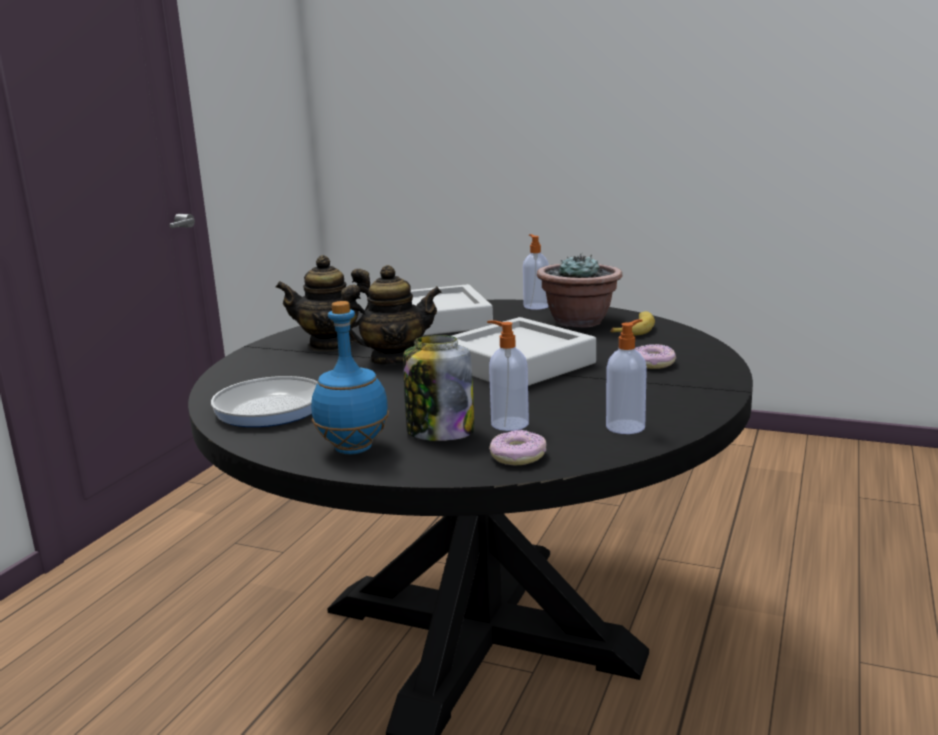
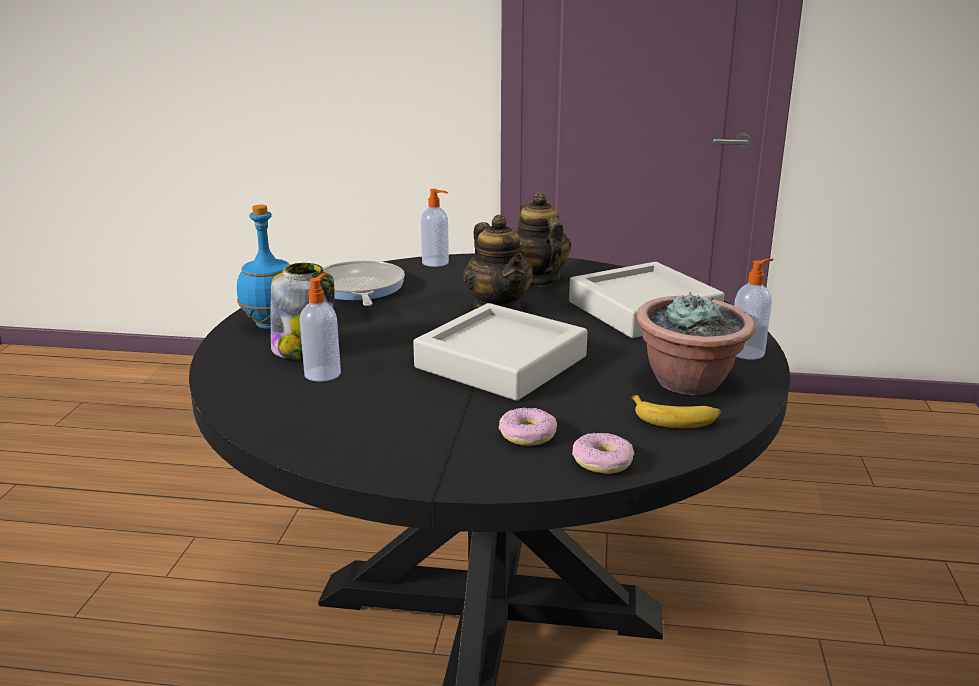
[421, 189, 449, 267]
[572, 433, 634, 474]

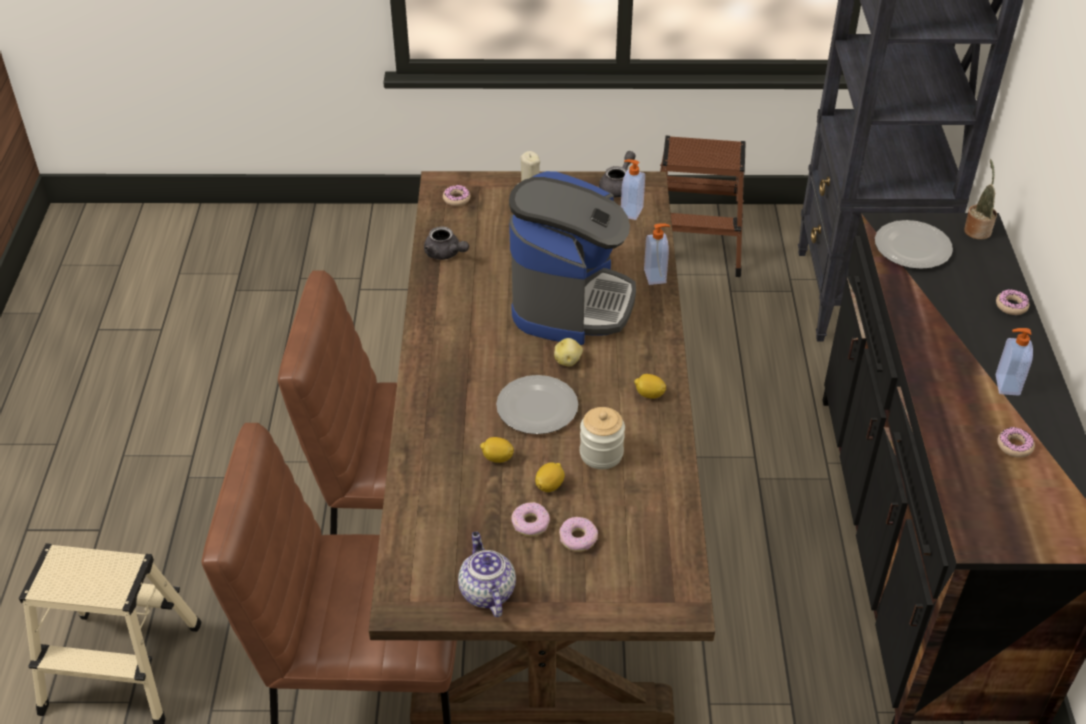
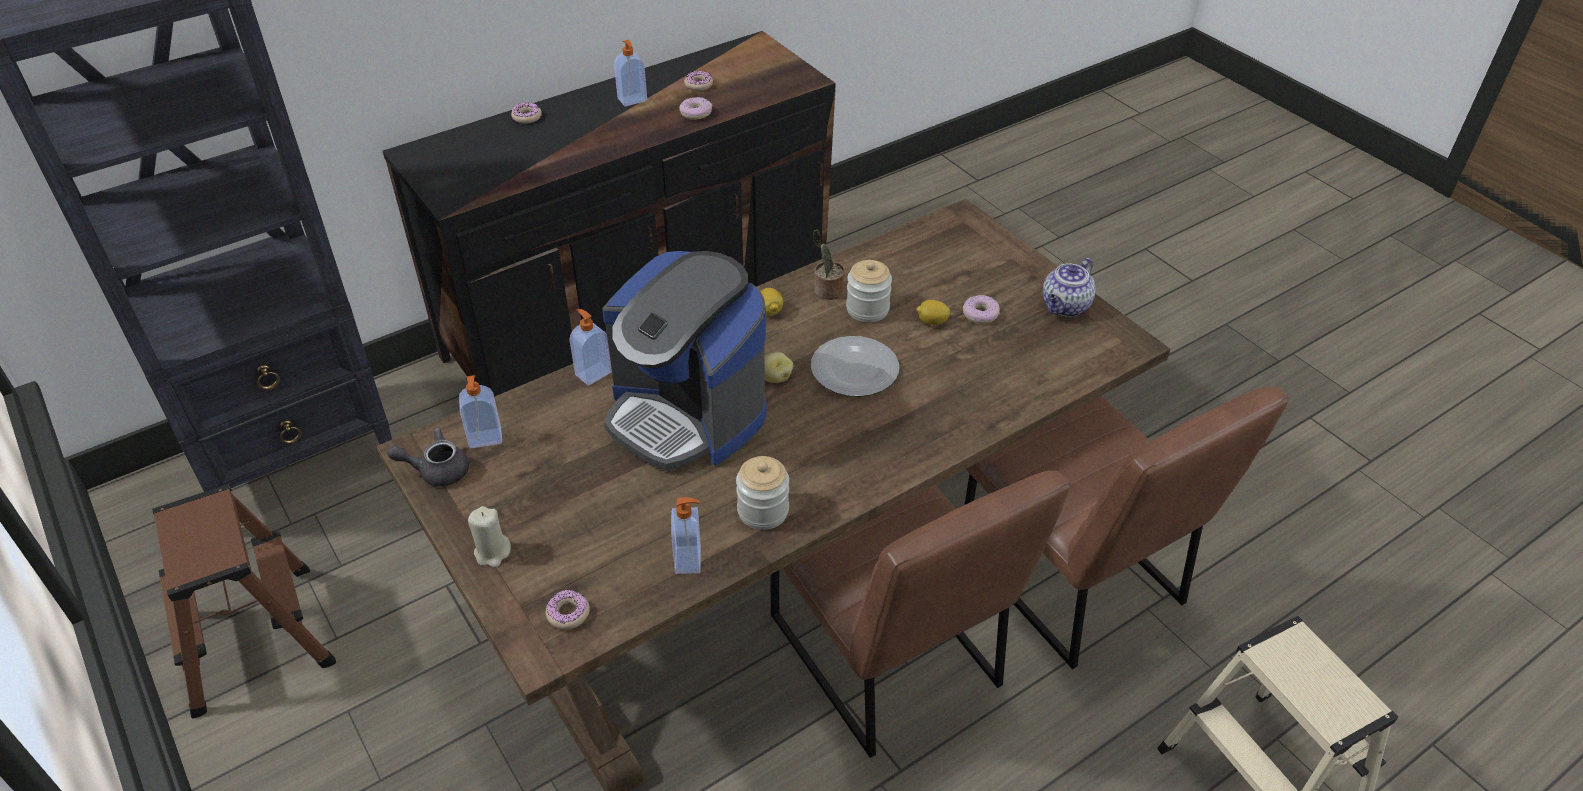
[602, 251, 766, 470]
[671, 497, 701, 574]
[679, 97, 712, 120]
[736, 456, 789, 530]
[813, 230, 845, 300]
[480, 437, 514, 463] (first image)
[875, 220, 953, 269] (first image)

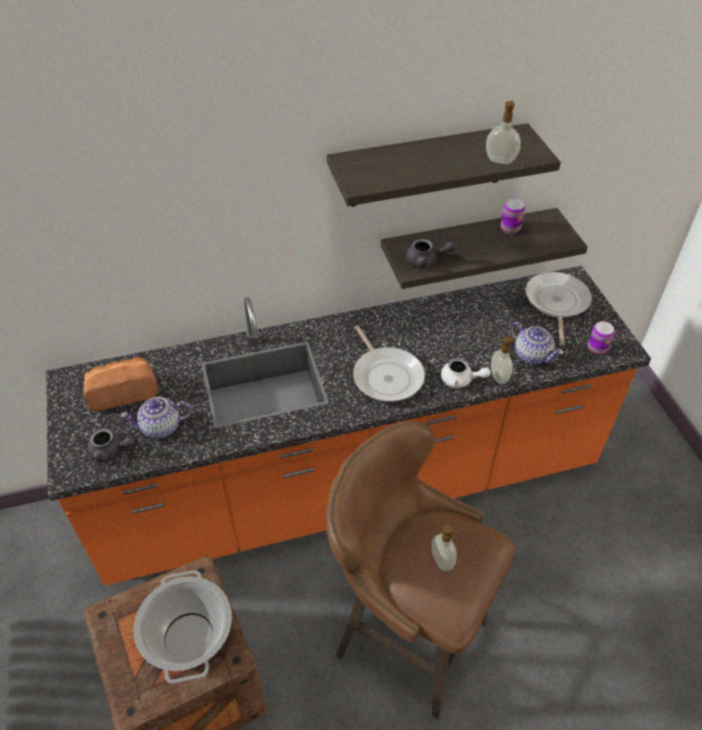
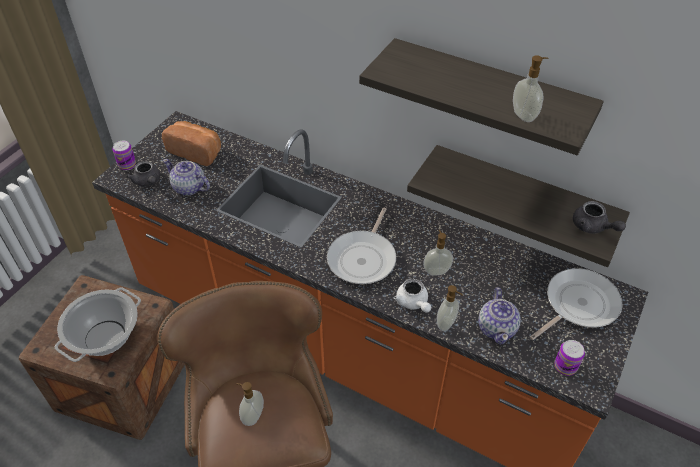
[113, 141, 136, 170]
[423, 230, 453, 276]
[573, 201, 626, 234]

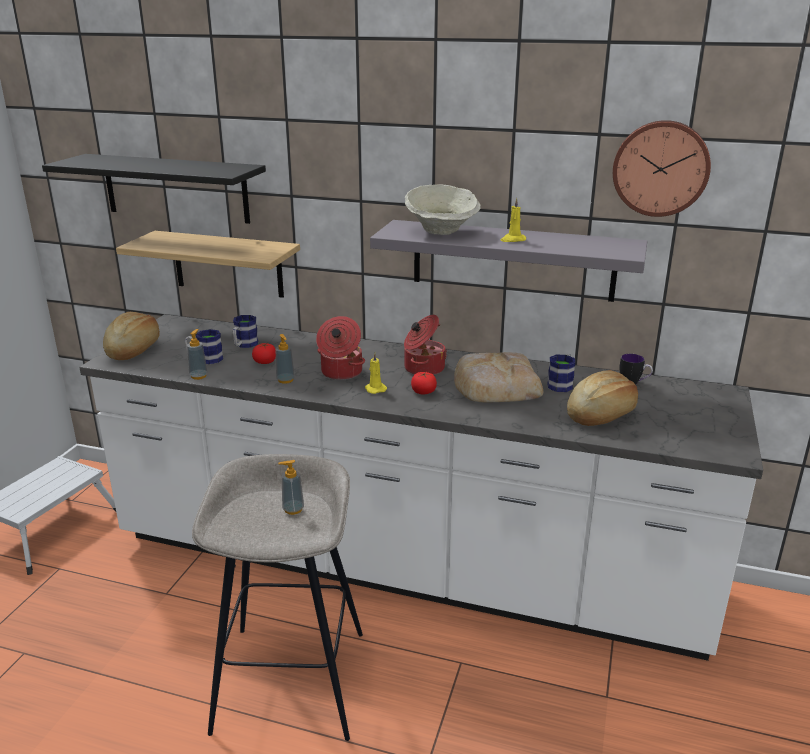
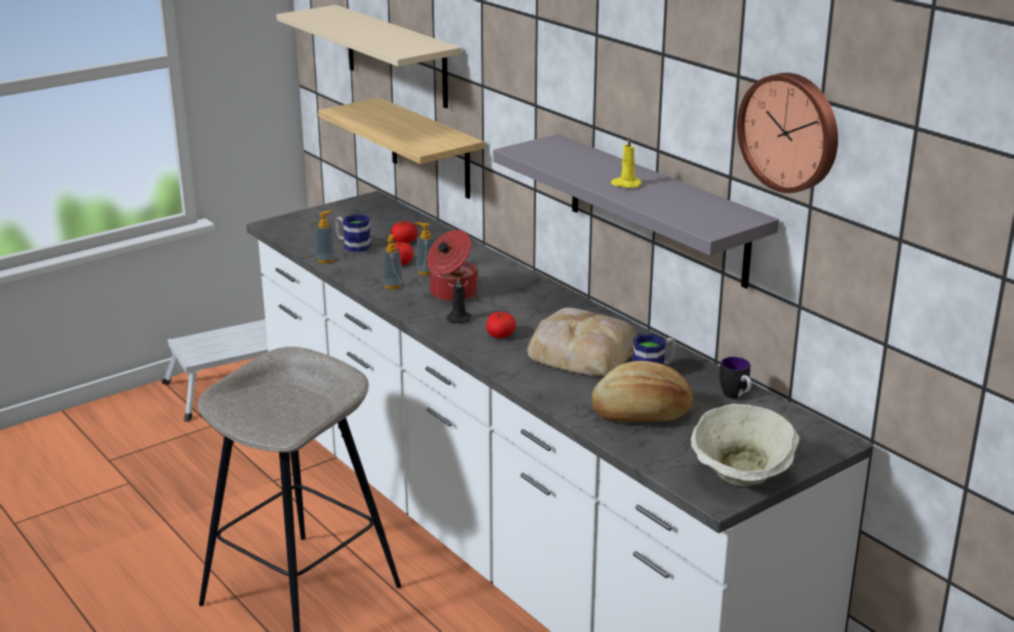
[276, 5, 462, 109]
[391, 221, 418, 243]
[416, 222, 434, 275]
[446, 276, 471, 324]
[691, 404, 799, 486]
[103, 312, 160, 360] (first image)
[404, 315, 447, 375] (first image)

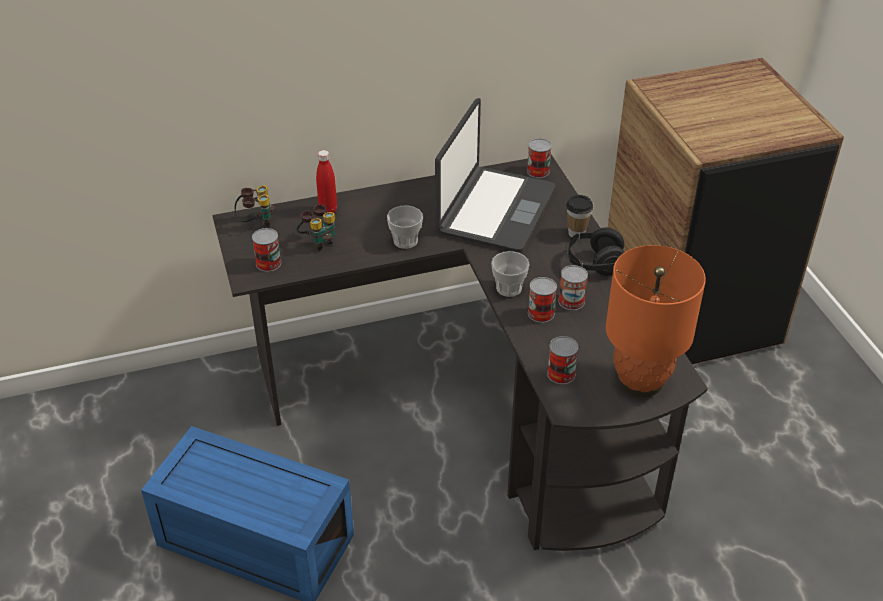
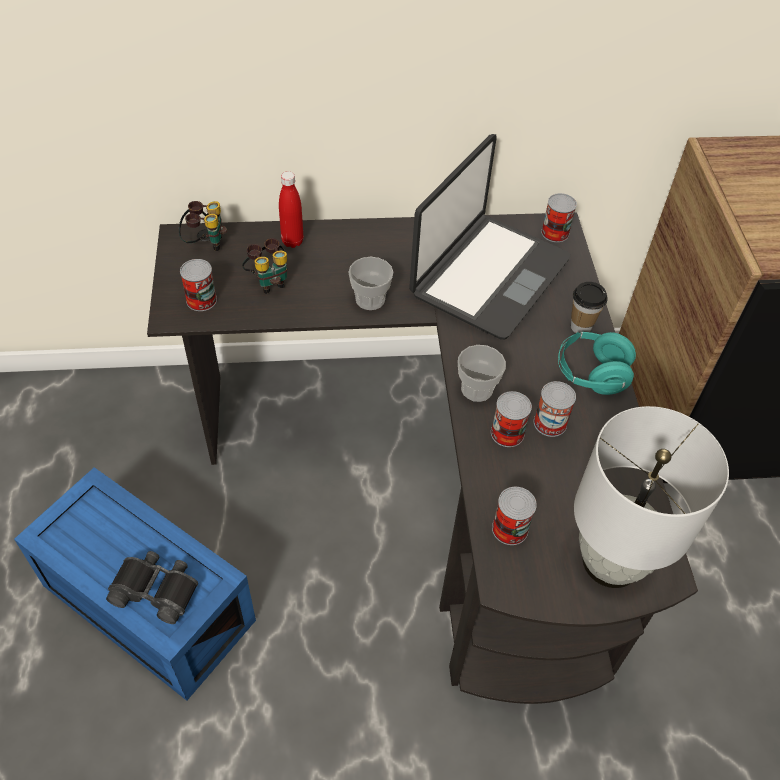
[106, 551, 198, 624]
[558, 332, 636, 395]
[574, 406, 729, 588]

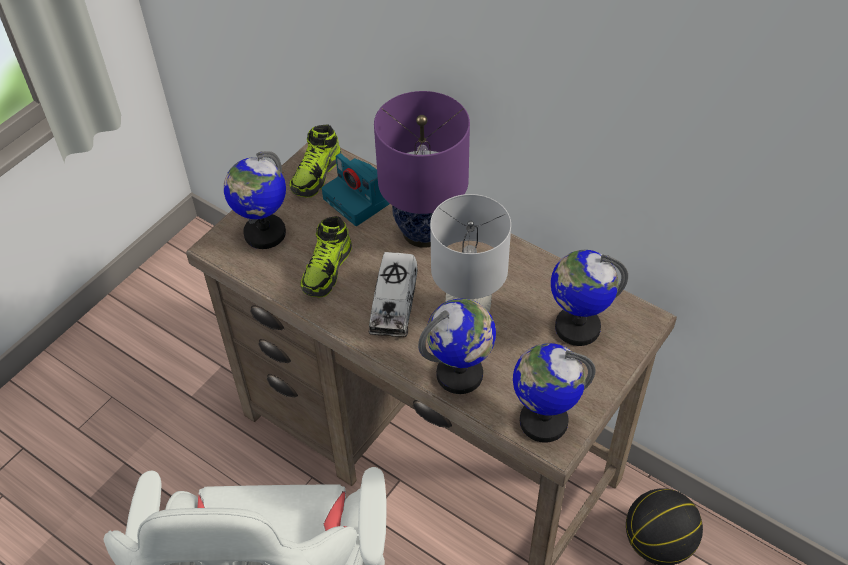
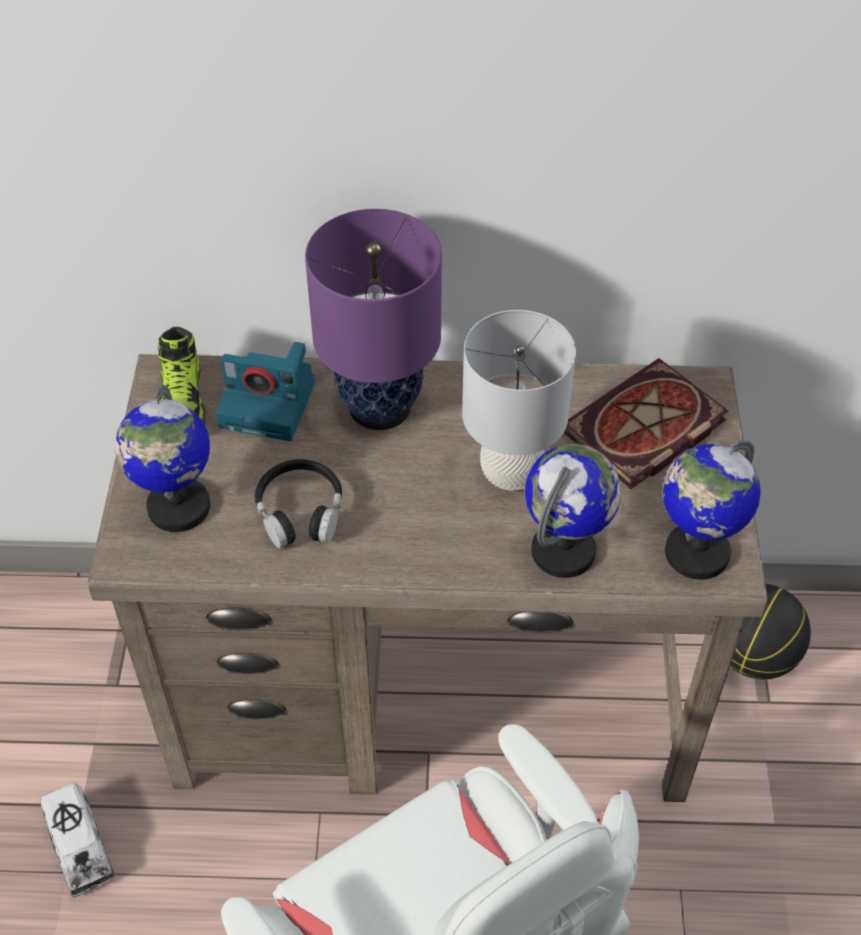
[41, 783, 114, 897]
[255, 459, 342, 548]
[564, 358, 729, 489]

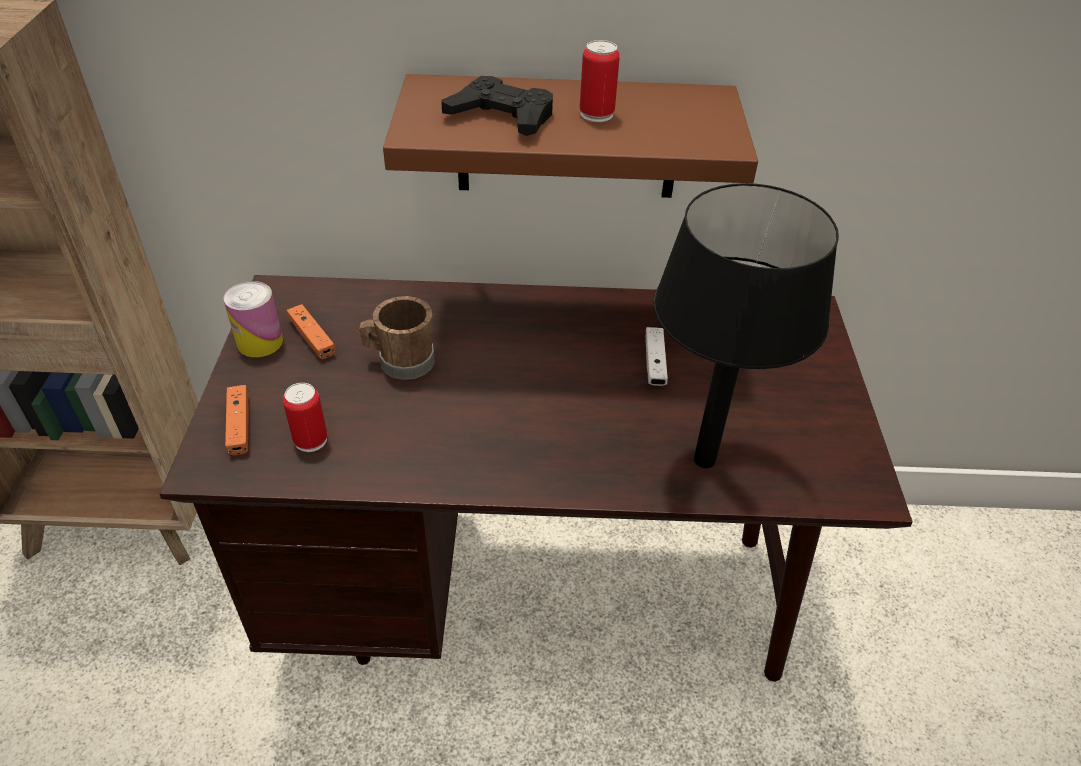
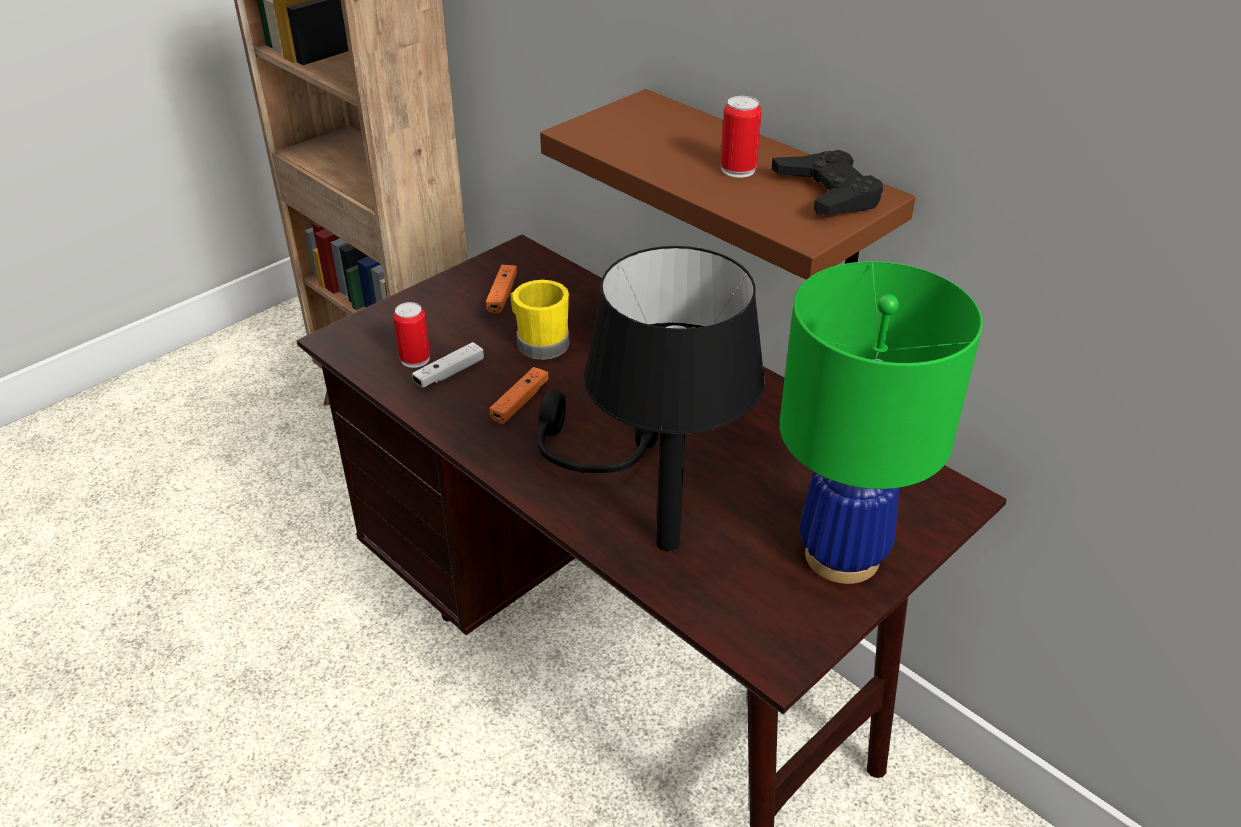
[412, 342, 484, 388]
[489, 367, 549, 424]
[510, 280, 570, 360]
[537, 391, 659, 473]
[771, 150, 883, 215]
[779, 261, 983, 584]
[224, 281, 283, 357] (first image)

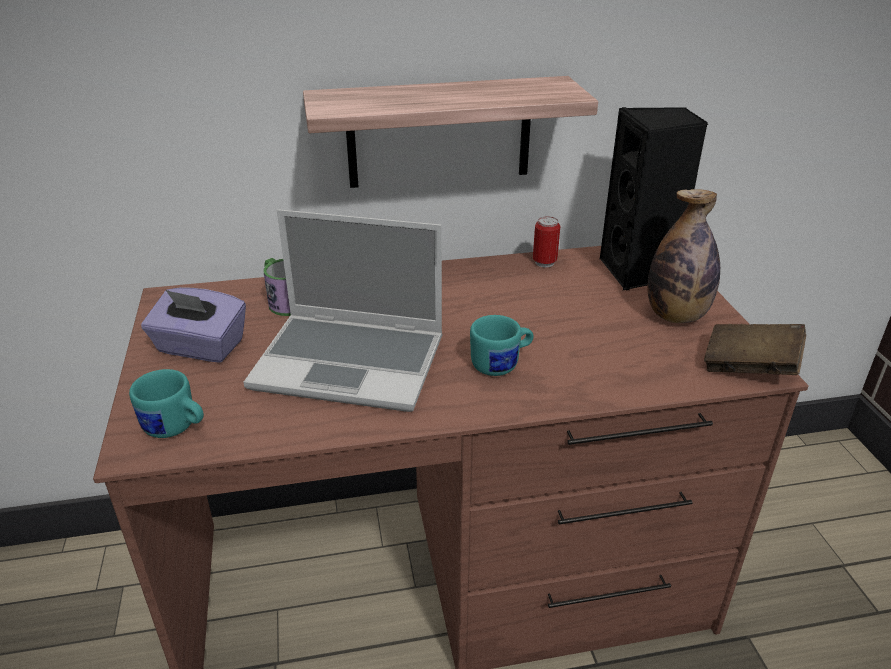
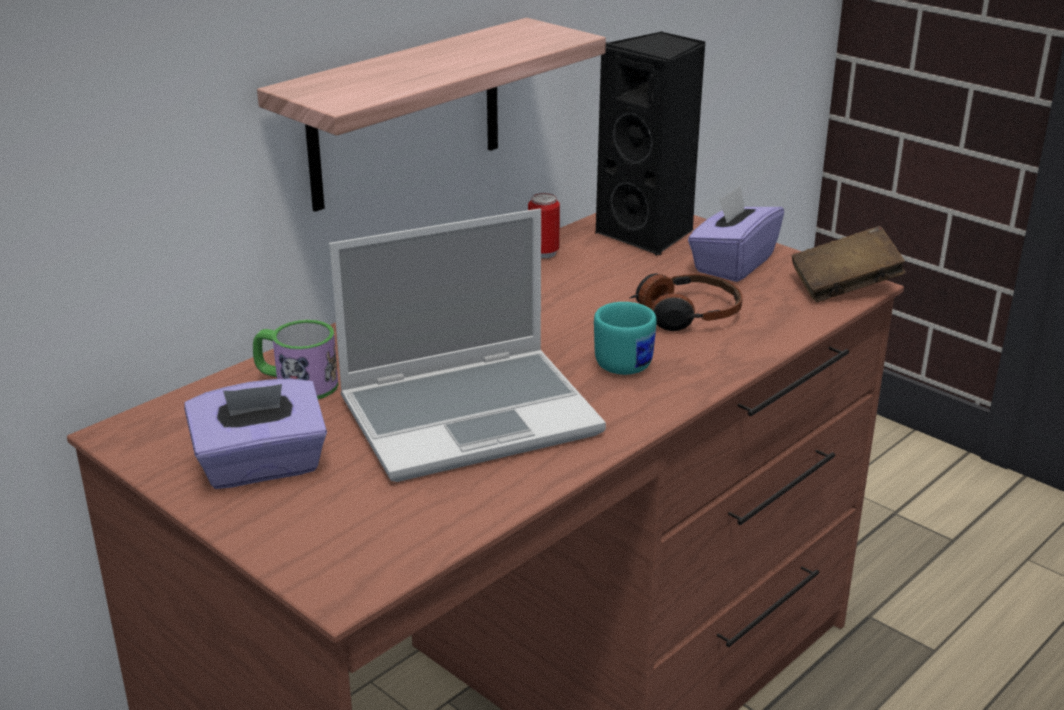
[629, 273, 743, 331]
[688, 185, 784, 282]
[129, 369, 204, 438] (first image)

